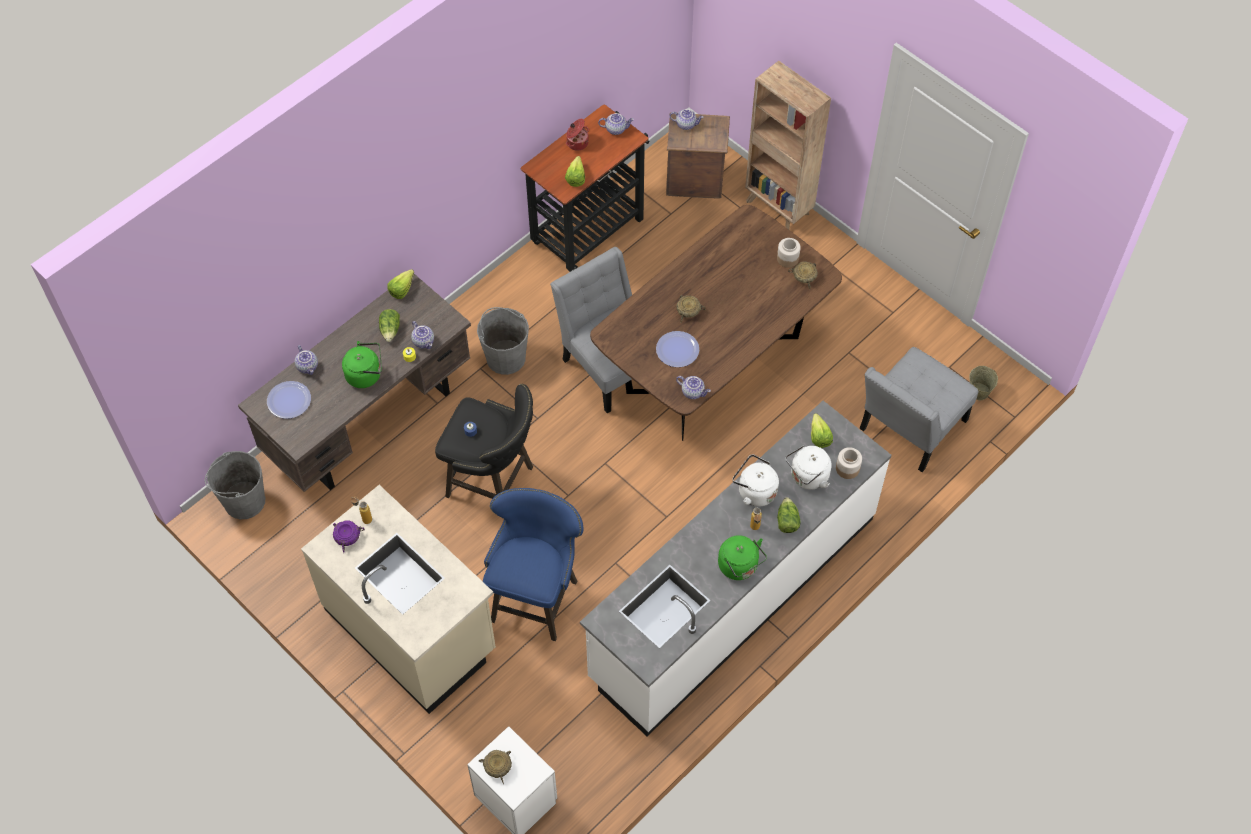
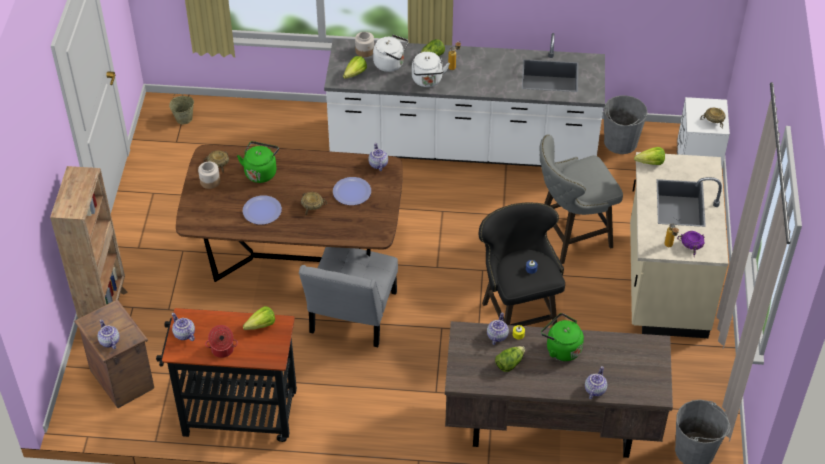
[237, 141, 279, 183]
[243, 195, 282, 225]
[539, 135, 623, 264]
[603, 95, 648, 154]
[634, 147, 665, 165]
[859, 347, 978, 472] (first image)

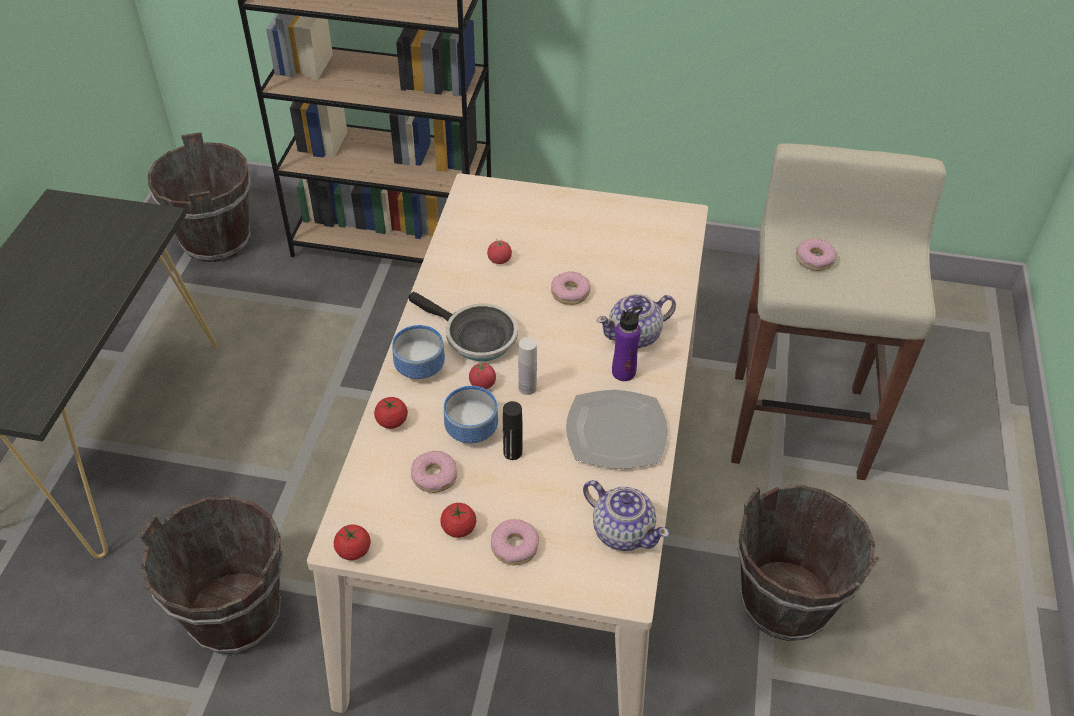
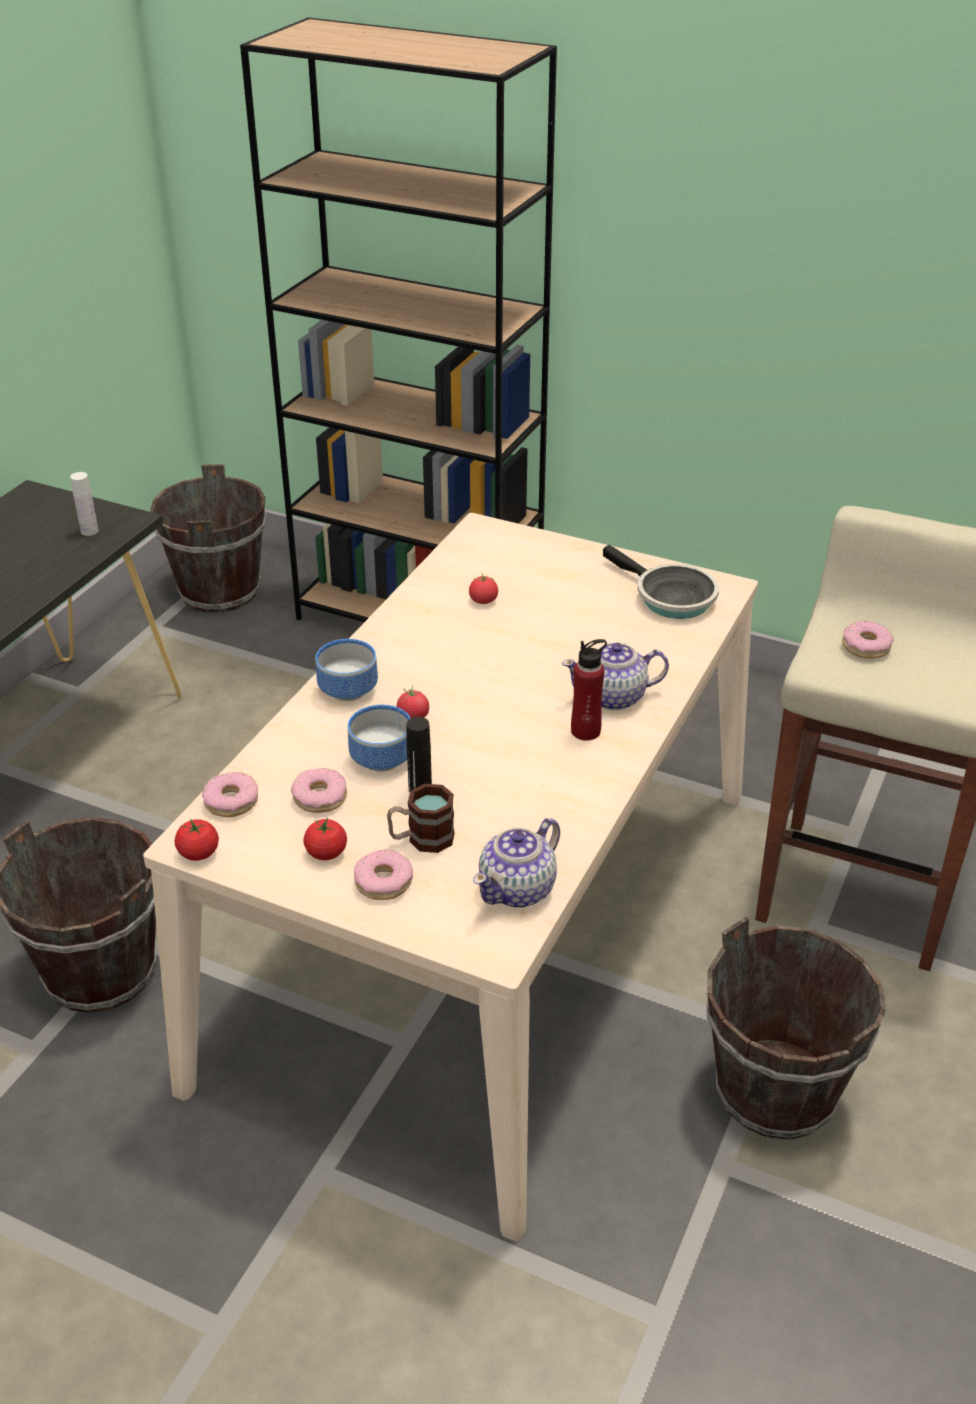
[70, 472, 98, 536]
[202, 772, 258, 817]
[387, 784, 455, 853]
[473, 818, 560, 908]
[571, 639, 607, 741]
[603, 545, 719, 619]
[374, 397, 408, 429] (first image)
[566, 390, 668, 469] (first image)

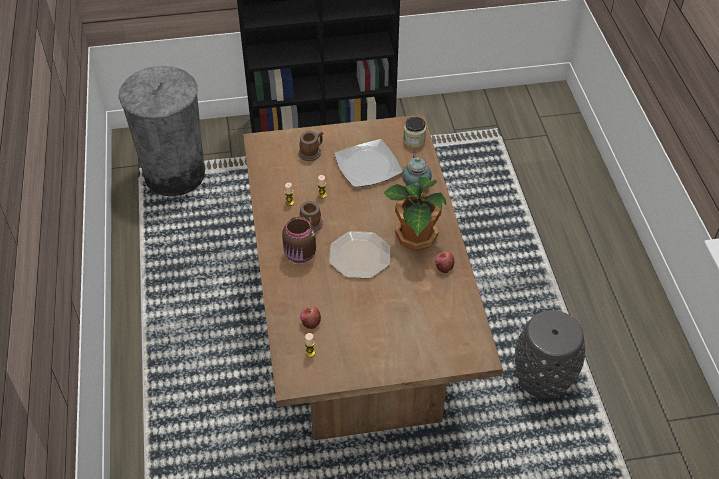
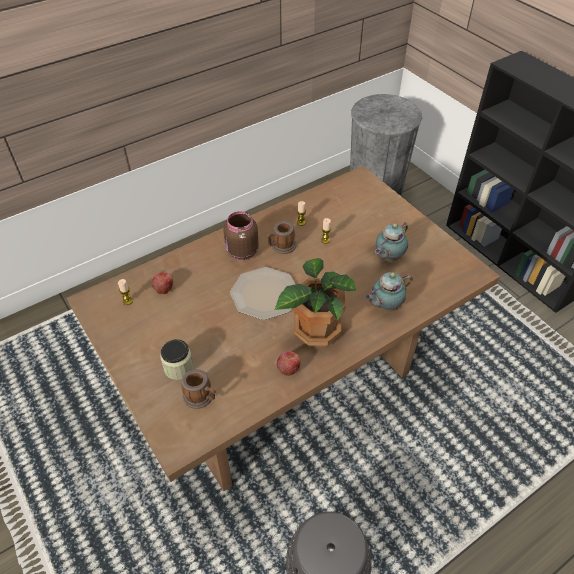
[160, 339, 194, 380]
[181, 369, 216, 409]
[375, 222, 408, 262]

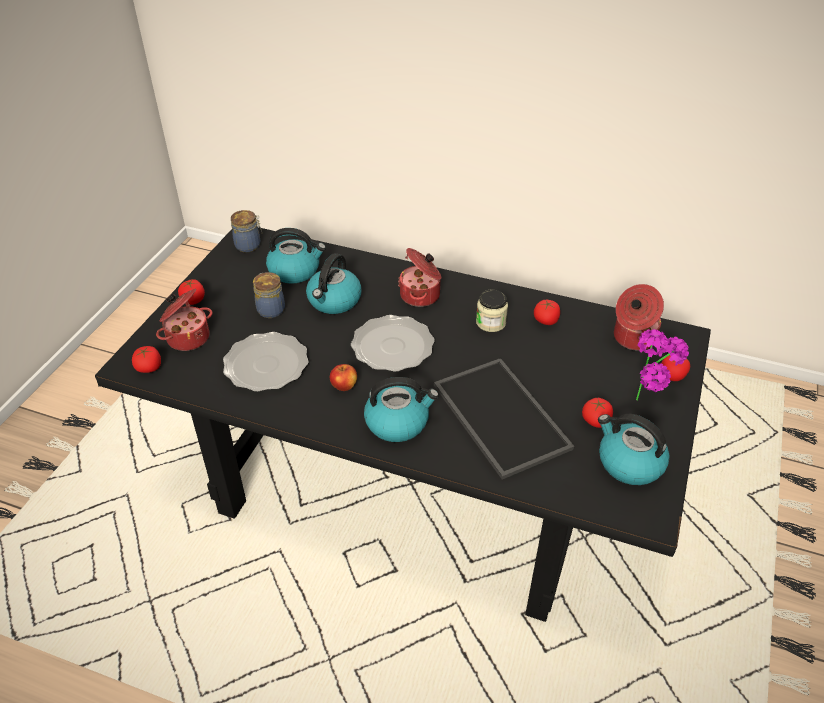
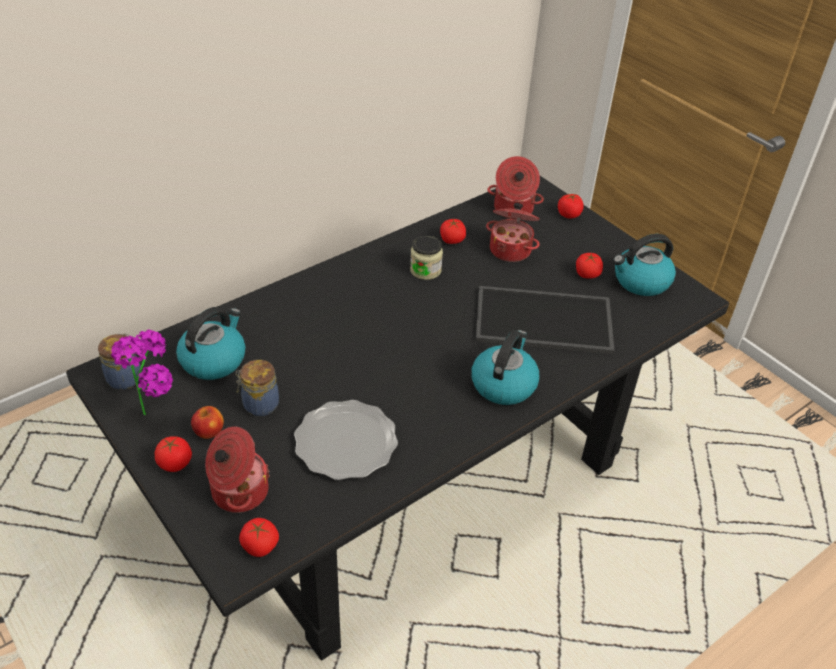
[111, 329, 173, 415]
[191, 406, 224, 439]
[486, 203, 540, 262]
[306, 253, 362, 314] (first image)
[351, 315, 435, 372] (first image)

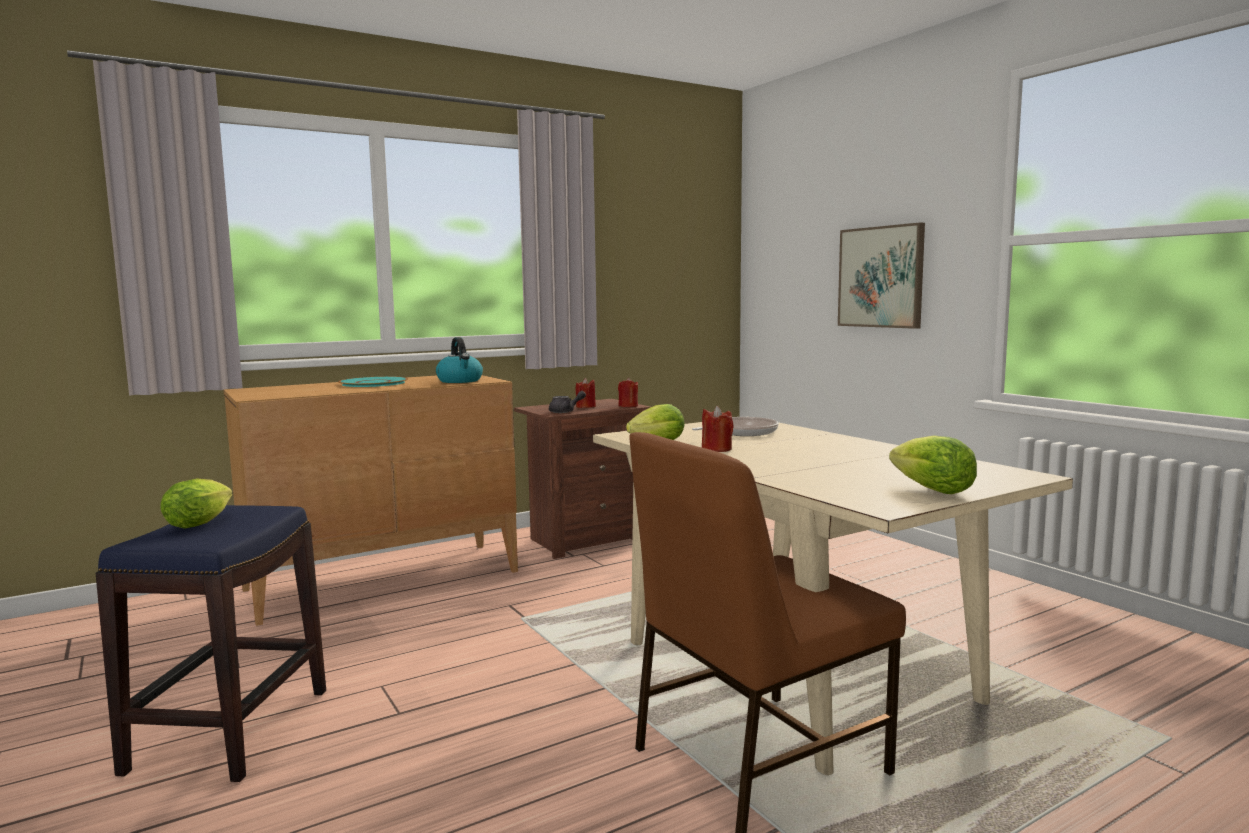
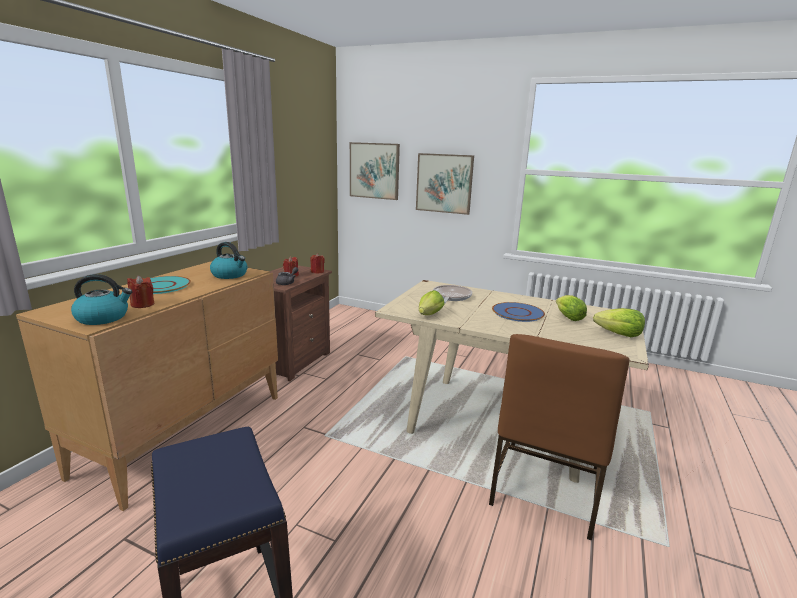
[71, 274, 132, 325]
[127, 275, 155, 308]
[350, 142, 400, 200]
[492, 302, 545, 322]
[556, 295, 587, 321]

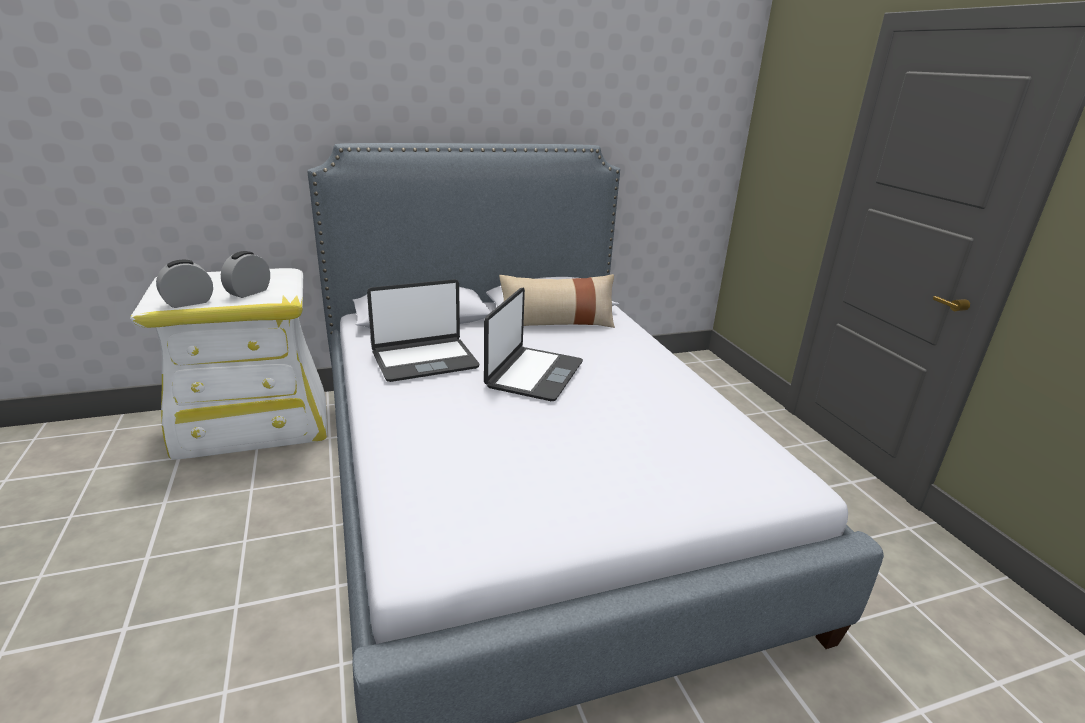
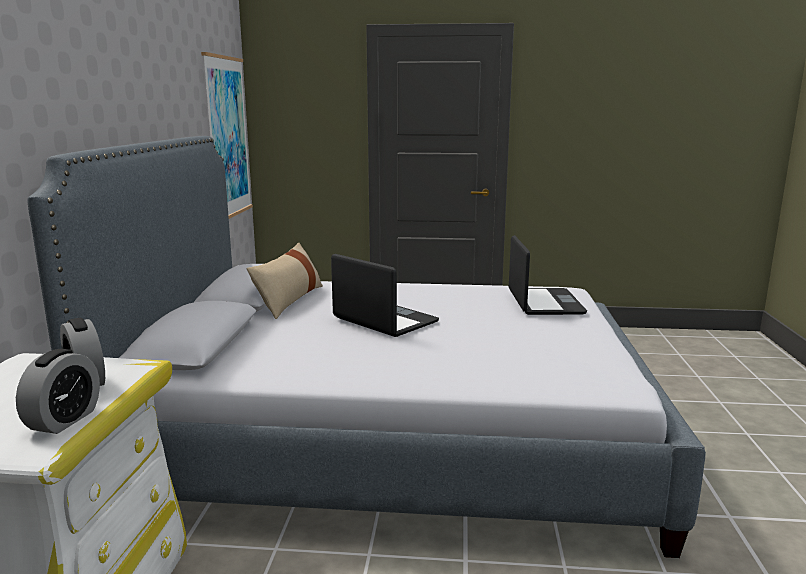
[16, 349, 100, 434]
[201, 52, 253, 219]
[509, 235, 587, 315]

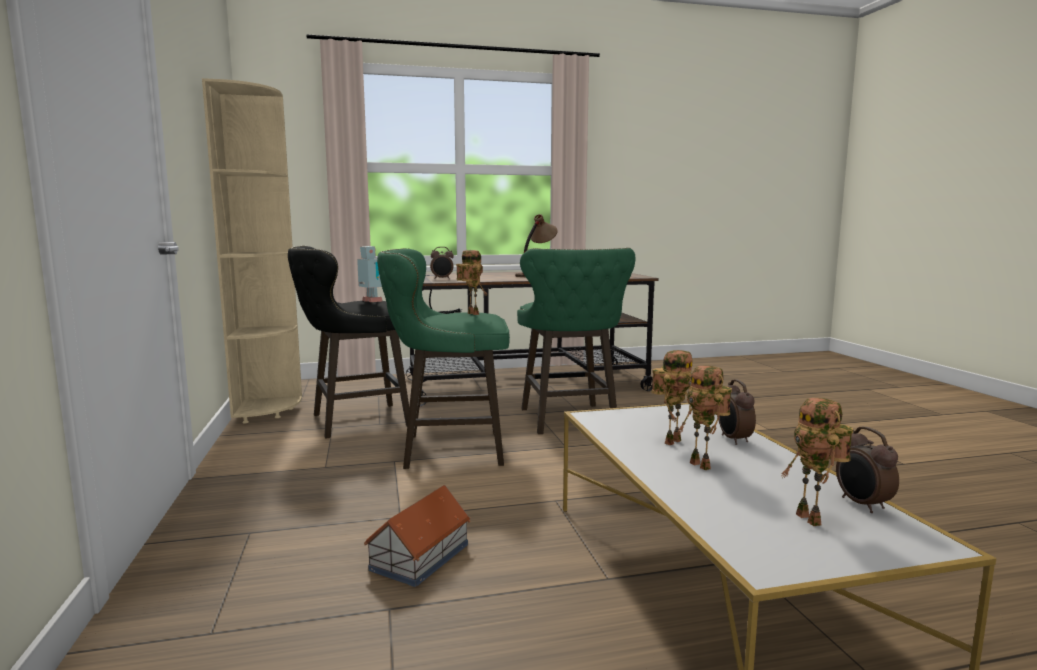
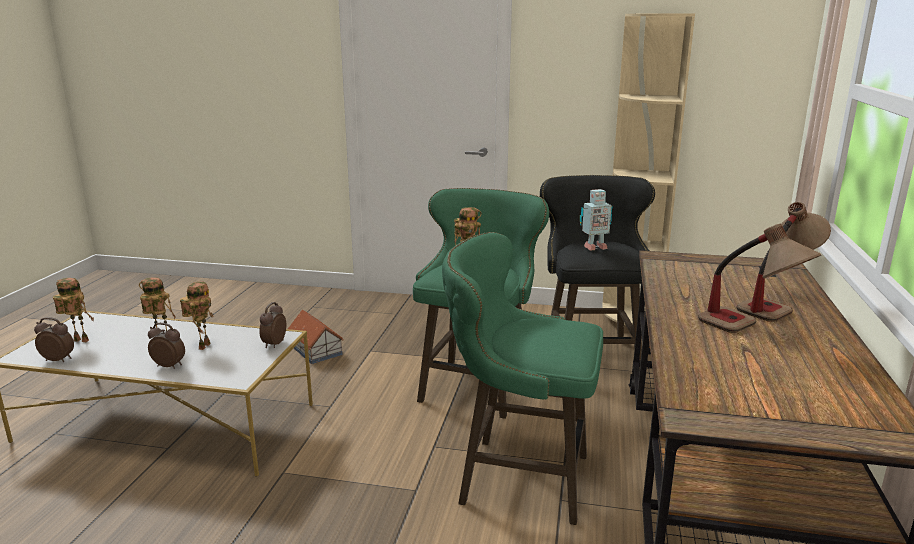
[180, 281, 214, 350]
[259, 302, 286, 348]
[736, 202, 831, 322]

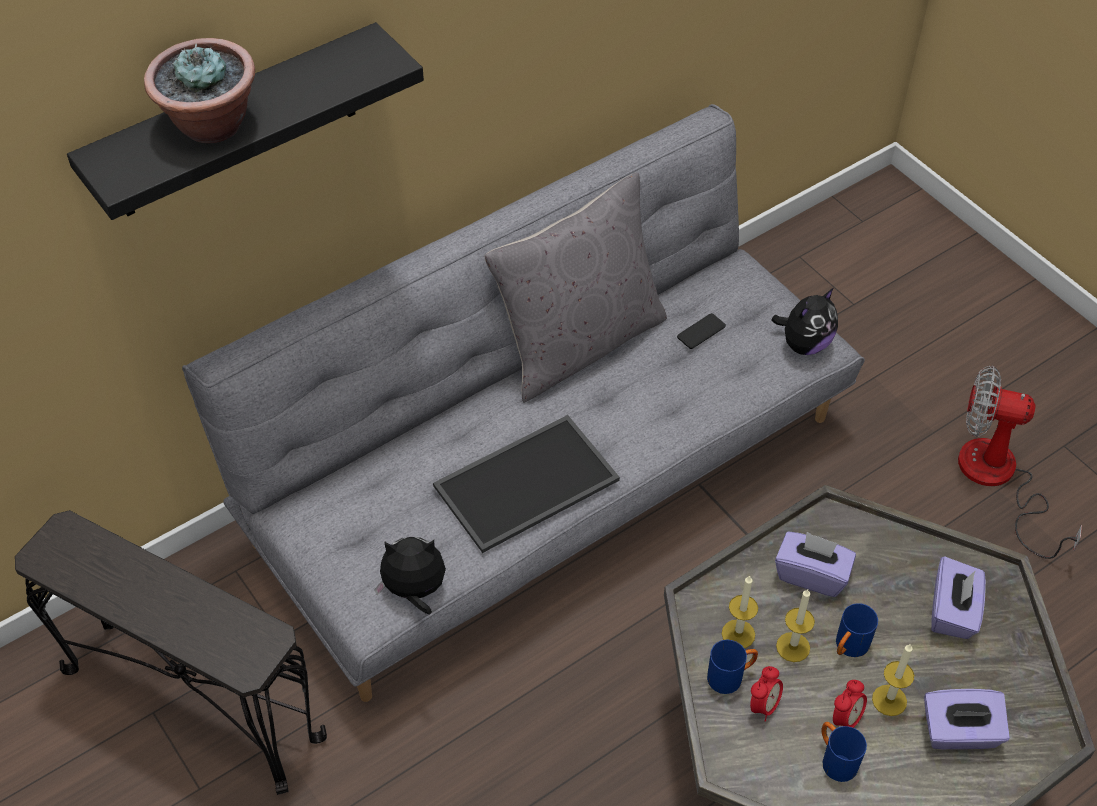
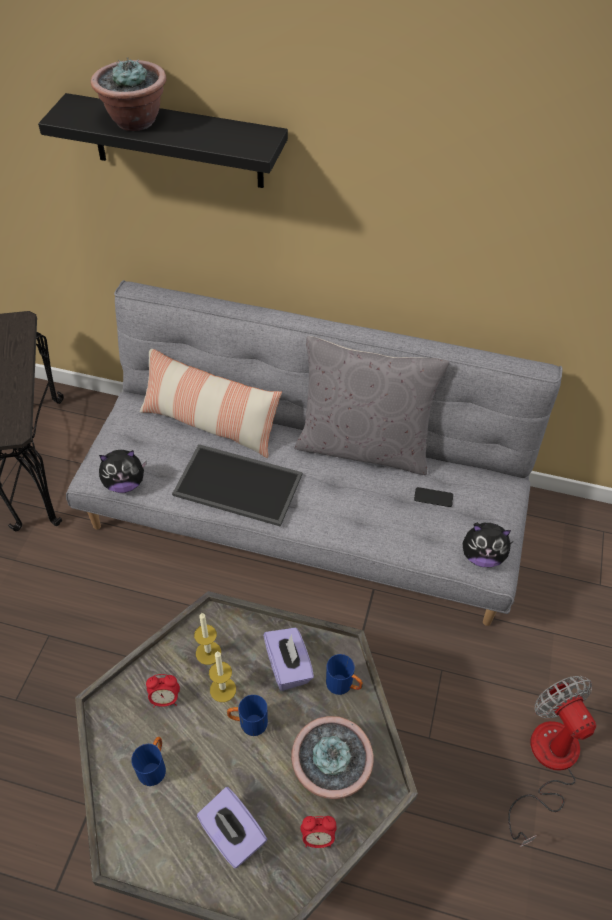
[99, 450, 147, 493]
[140, 349, 282, 458]
[291, 716, 374, 799]
[300, 816, 337, 848]
[326, 654, 363, 695]
[872, 643, 914, 716] (first image)

